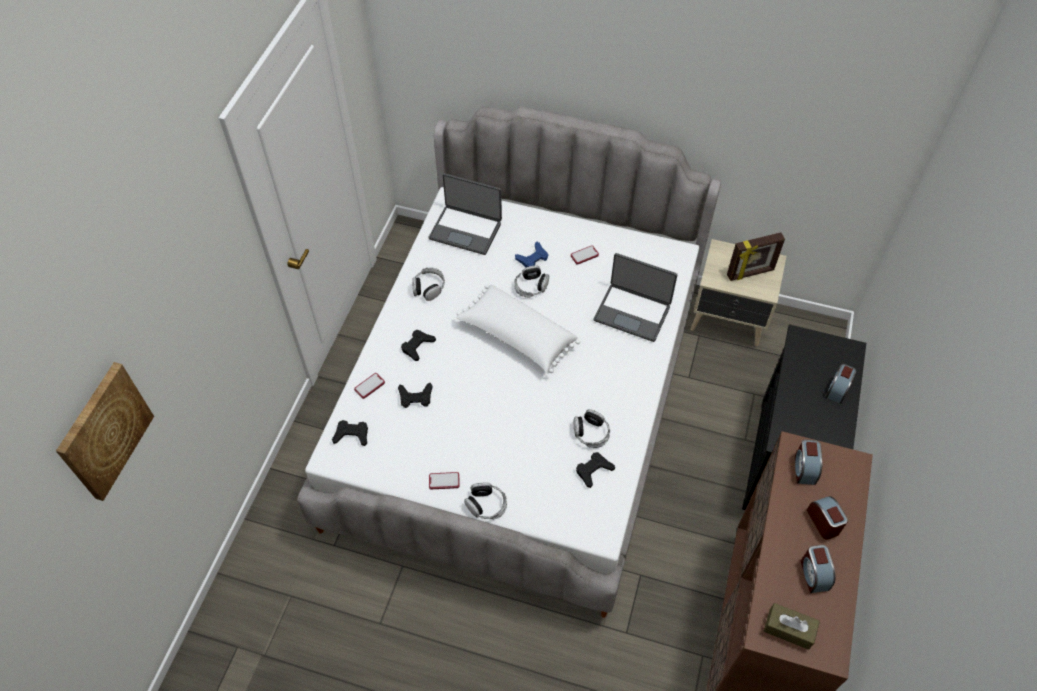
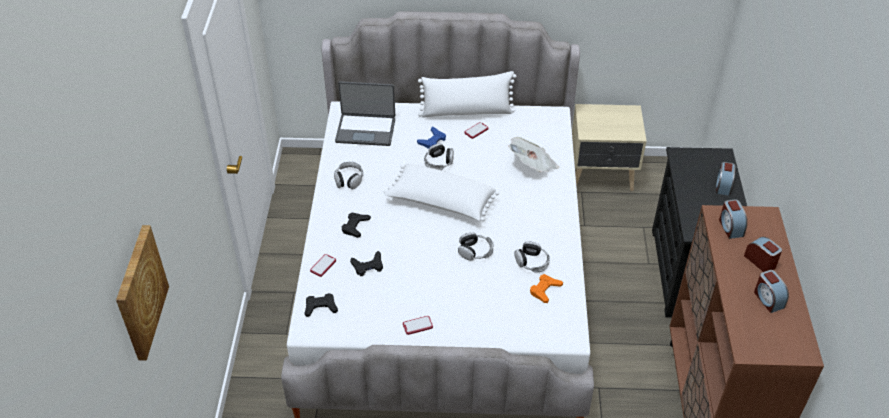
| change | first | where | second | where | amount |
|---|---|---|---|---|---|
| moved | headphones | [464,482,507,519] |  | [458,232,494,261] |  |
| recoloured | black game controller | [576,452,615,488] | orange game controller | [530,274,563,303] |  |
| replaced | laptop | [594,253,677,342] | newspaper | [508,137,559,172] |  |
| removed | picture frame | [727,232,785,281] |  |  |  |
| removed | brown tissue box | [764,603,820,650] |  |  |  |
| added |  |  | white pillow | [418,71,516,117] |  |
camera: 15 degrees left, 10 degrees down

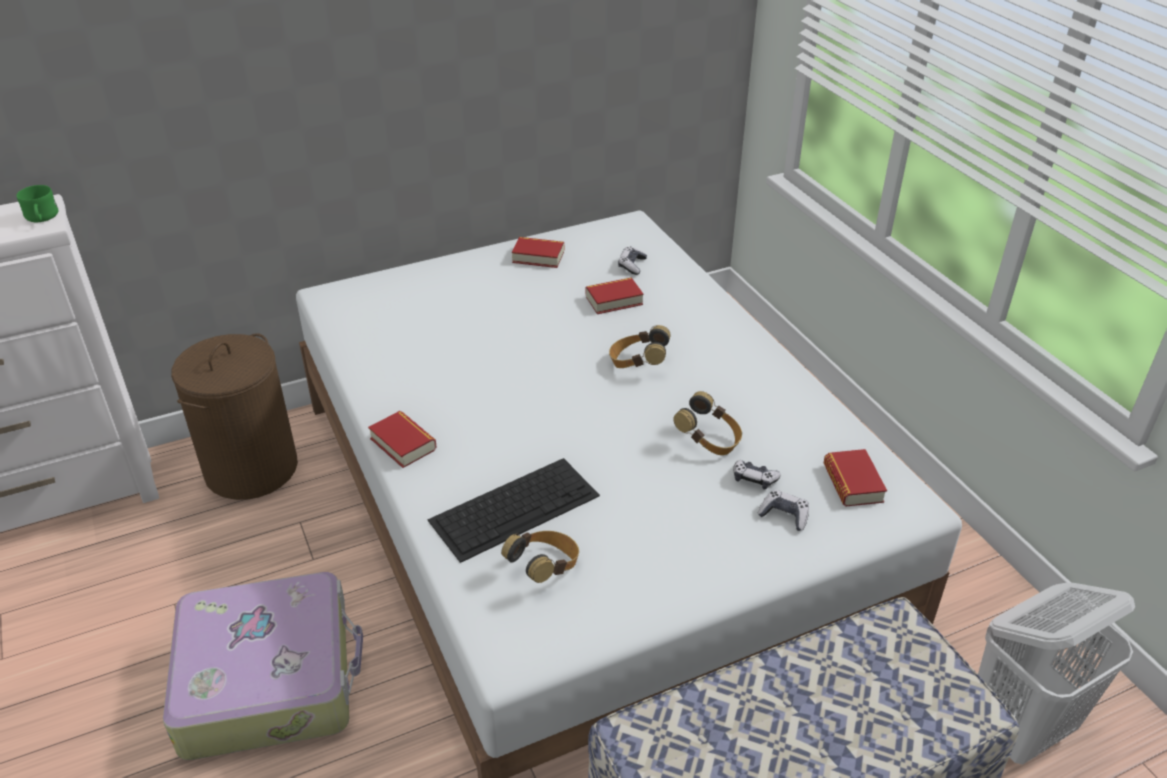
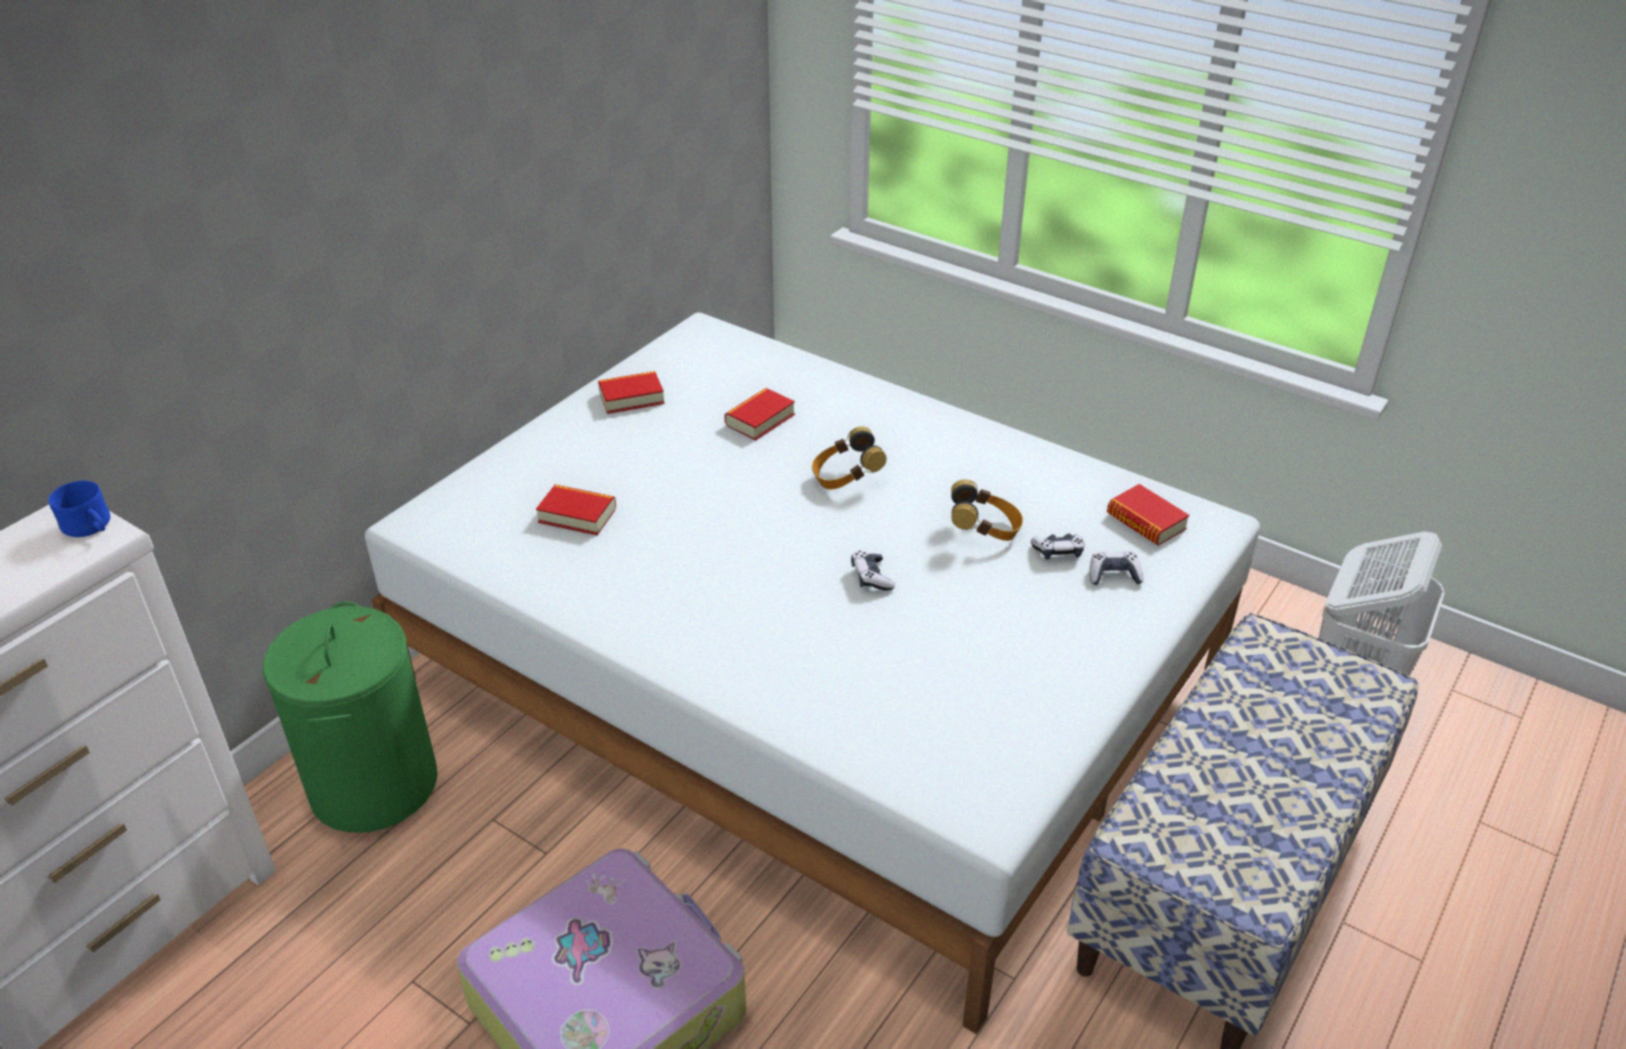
| change | first | where | second | where | amount |
|---|---|---|---|---|---|
| recoloured | green mug | [17,185,58,222] | blue mug | [48,481,110,537] |  |
| recoloured | brown laundry basket | [171,333,298,500] | green laundry basket | [262,601,438,833] |  |
| moved | book | [368,411,437,468] |  | [536,484,616,535] |  |
| removed | keyboard | [428,458,600,563] |  |  |  |
| removed | headphones | [501,531,579,583] |  |  |  |
| moved | game controller | [618,247,647,275] |  | [851,551,895,591] |  |
camera: 30 degrees left, 0 degrees up

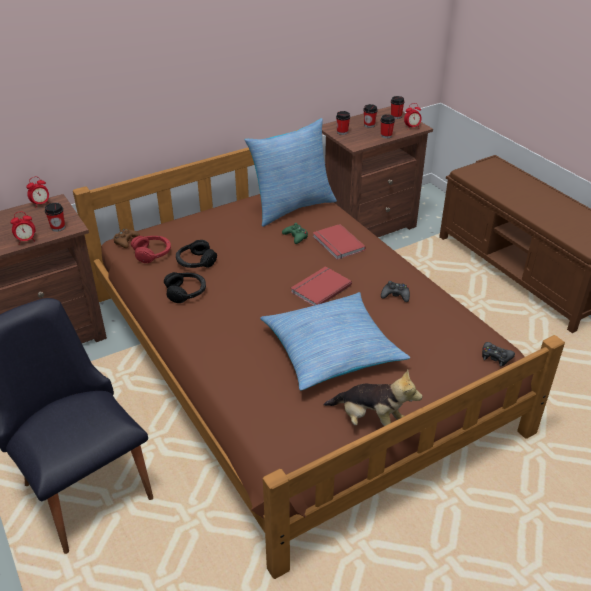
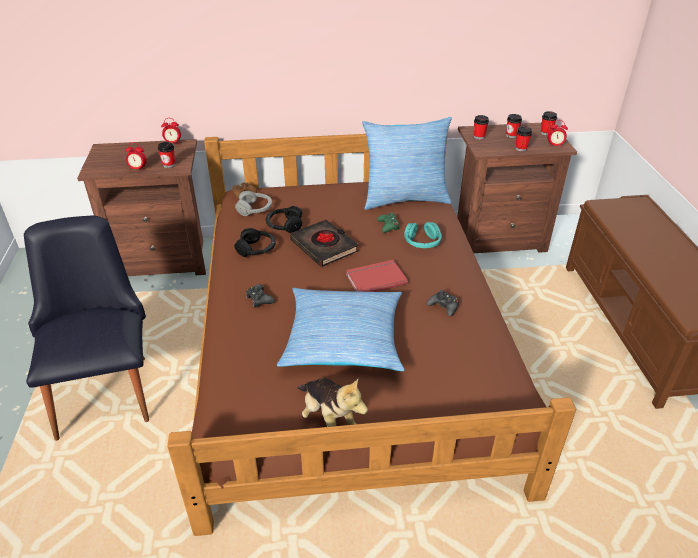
| change | first | where | second | where | amount |
|---|---|---|---|---|---|
| recoloured | red headphones | [131,236,171,263] | grey headphones | [235,191,272,216] |  |
| replaced | red book | [313,224,366,260] | turquoise headphones | [404,222,442,248] |  |
| moved | black game controller | [482,342,515,367] |  | [246,284,275,307] |  |
| added |  |  | black book | [290,220,358,267] |  |
camera: 25 degrees right, 0 degrees up

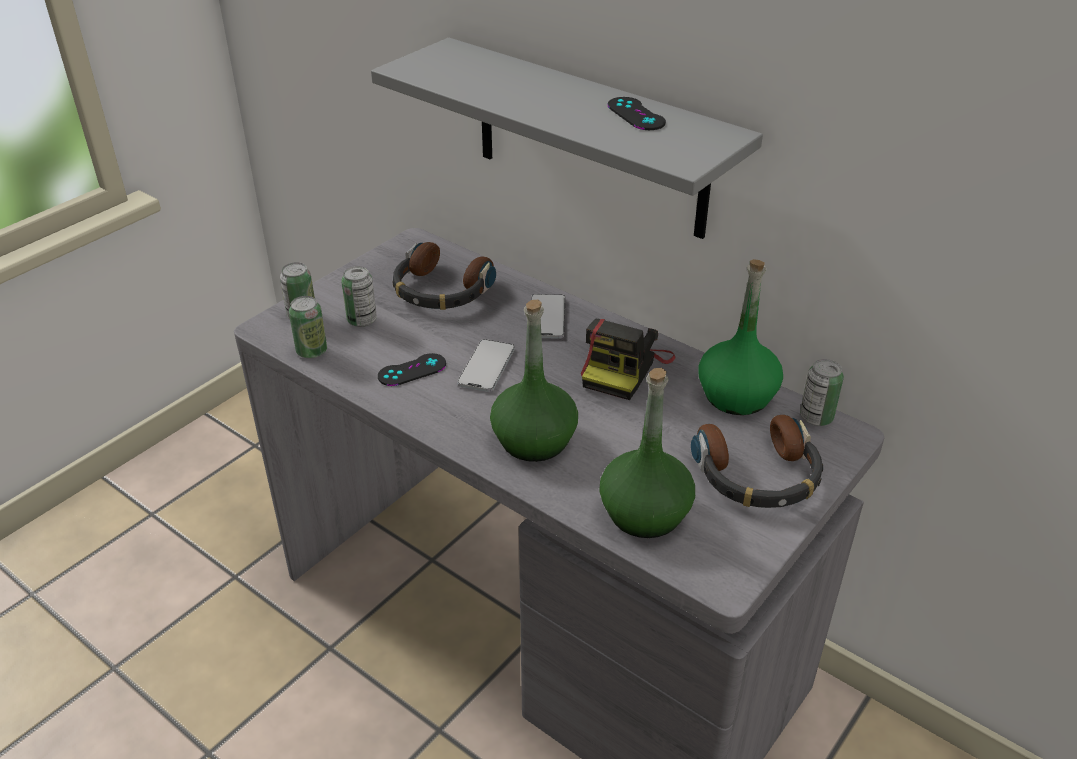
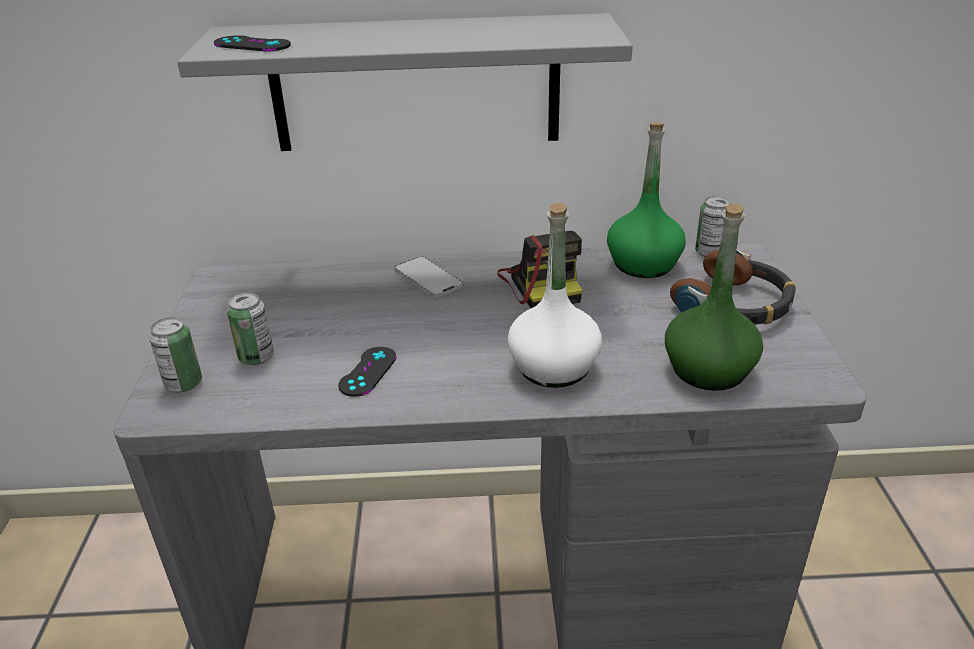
| change | first | where | second | where | amount |
|---|---|---|---|---|---|
| removed | can | [289,296,327,359] |  |  |  |
| removed | headphones | [392,242,496,310] |  |  |  |
| removed | phone | [457,339,515,392] |  |  |  |
| recoloured | green bottle | [490,300,578,462] | white bottle | [507,203,602,388] |  |
| moved | black game controller | [608,97,666,130] |  | [214,35,291,51] |  |
camera: 40 degrees left, 5 degrees down

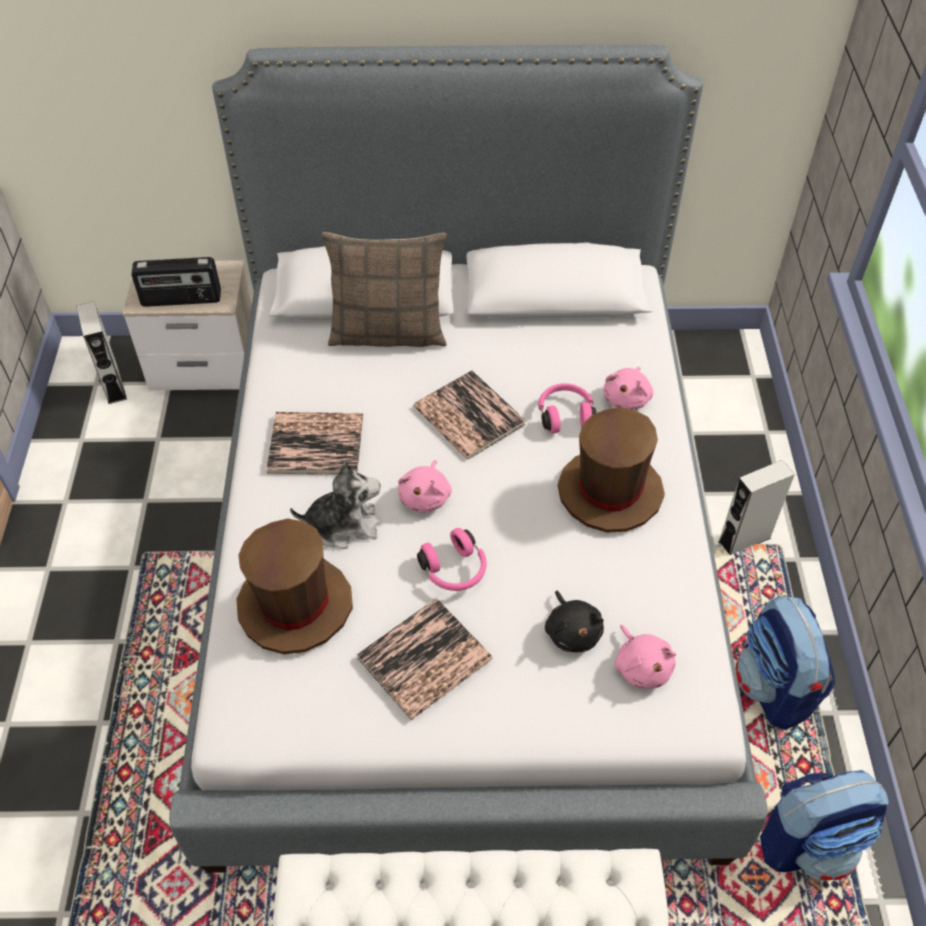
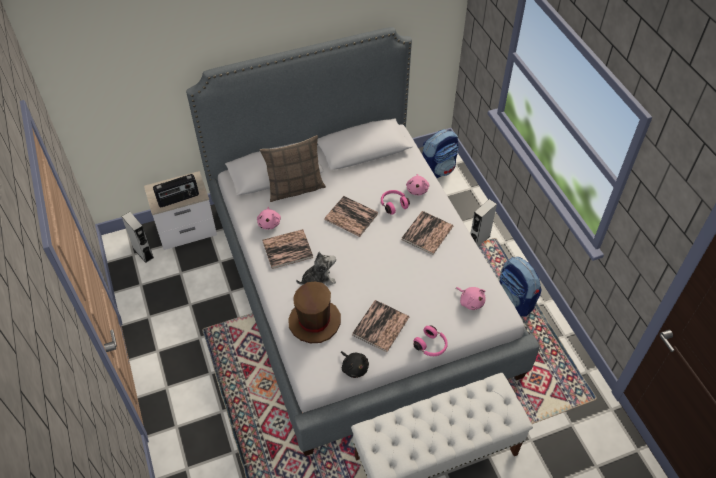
| change | first | where | second | where | amount |
|---|---|---|---|---|---|
| moved | pink plush toy | [398,460,452,512] |  | [257,207,281,230] |  |
| moved | pink headphones | [417,528,487,591] |  | [413,325,448,356] |  |
| moved | black plush toy | [545,590,604,652] |  | [341,351,369,378] |  |
| replaced | brown hat | [557,407,665,532] | book | [401,211,453,255] |  |
| moved | backpack | [760,770,889,881] |  | [422,129,459,178] |  |
camera: 20 degrees left, 0 degrees up

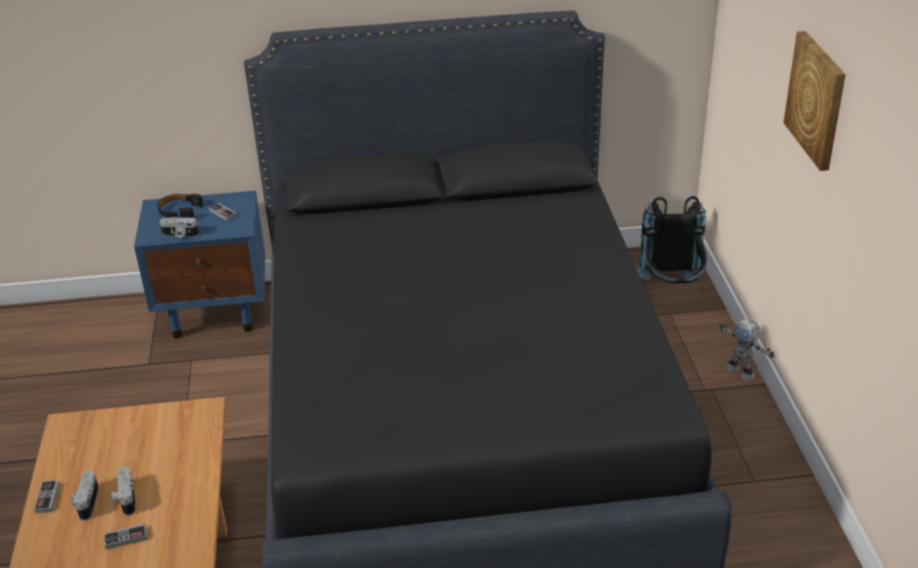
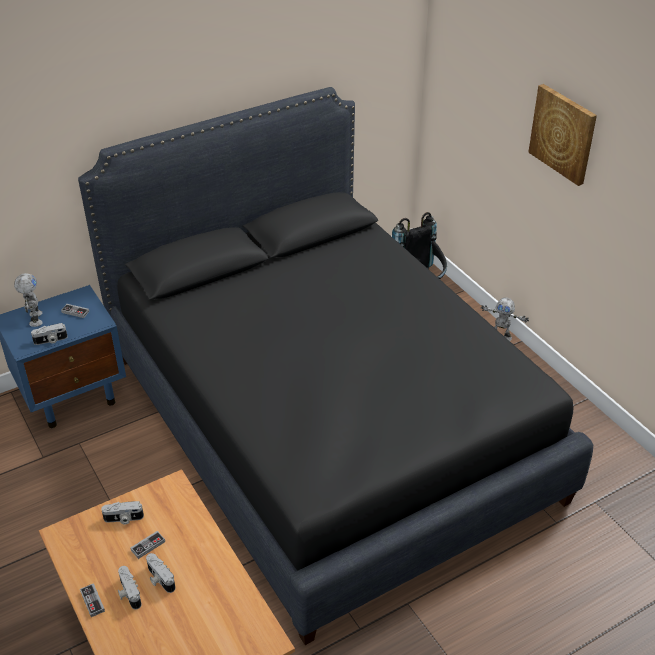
| change | first | where | second | where | amount |
|---|---|---|---|---|---|
| moved | game controller | [104,524,147,550] |  | [130,531,165,559] |  |
| replaced | black headphones | [158,194,203,218] | toy robot | [14,273,43,327] |  |
| added |  |  | photo camera | [101,501,144,525] |  |
camera: 25 degrees left, 5 degrees up

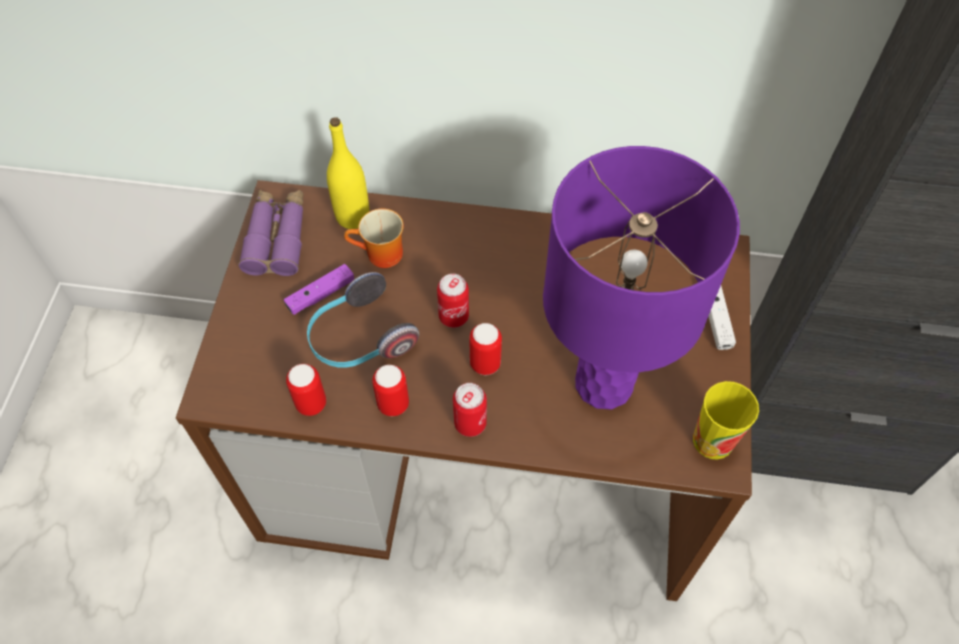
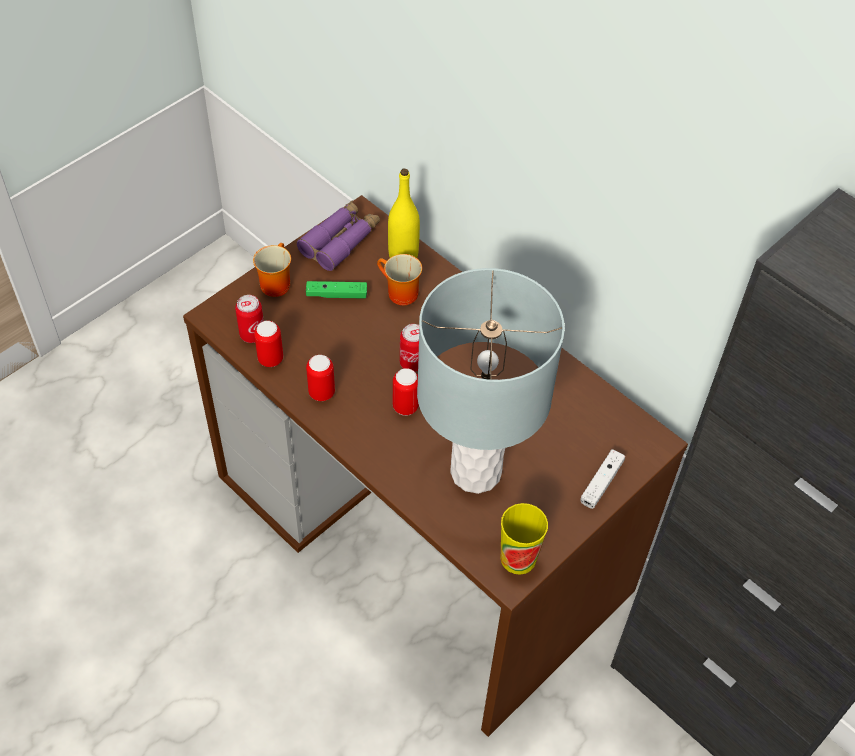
| change | first | where | second | where | amount |
|---|---|---|---|---|---|
| recoloured | purple game controller | [284,264,354,315] | green game controller | [306,281,367,299] |  |
| removed | headphones | [307,272,419,368] |  |  |  |
| moved | can | [453,383,487,437] |  | [235,295,264,343] |  |
| recoloured | purple table lamp | [543,146,740,410] | grey table lamp | [417,268,565,494] |  |
| added |  |  | mug | [253,243,291,297] |  |
camera: 35 degrees right, 5 degrees down

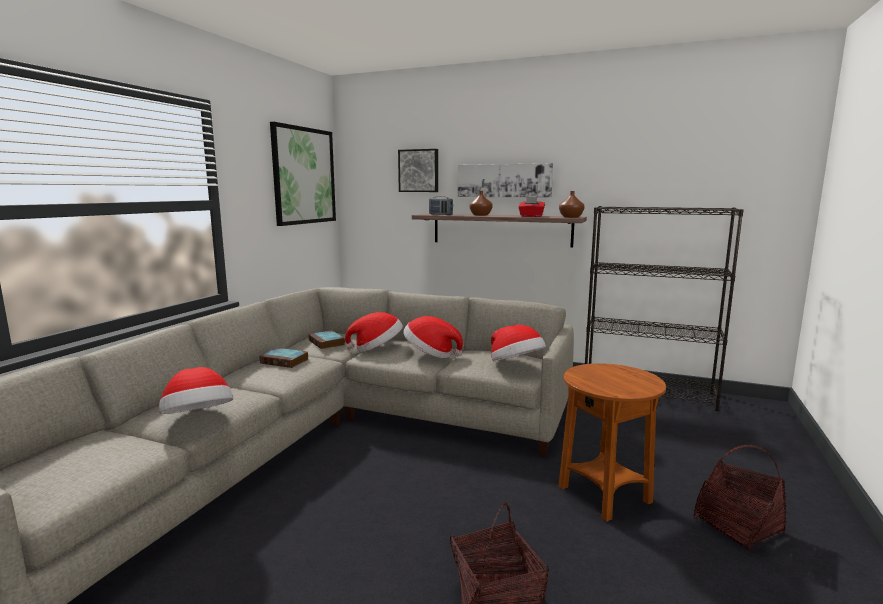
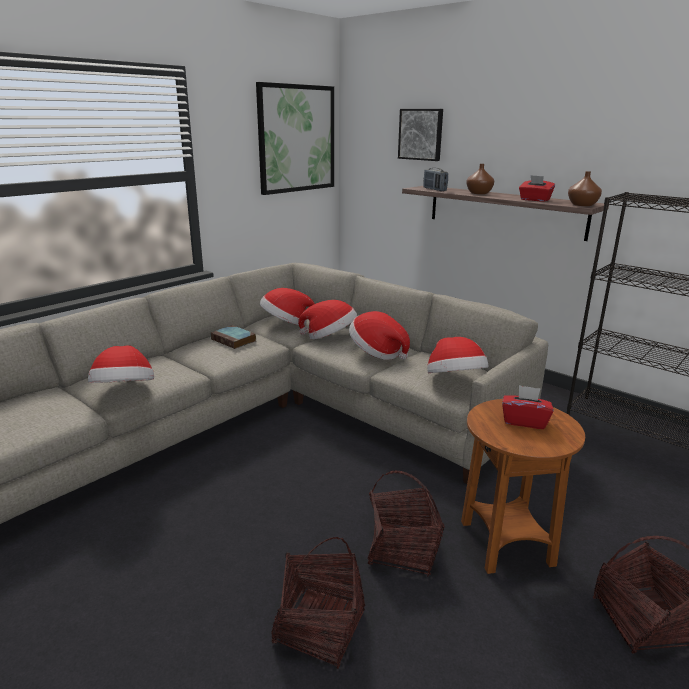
| change | first | where | second | where | amount |
|---|---|---|---|---|---|
| replaced | book | [308,331,345,349] | hat | [260,288,315,325] |  |
| removed | picture | [458,163,553,198] |  |  |  |
| added |  |  | basket | [367,471,445,576] |  |
| added |  |  | red tissue box | [502,385,553,429] |  |
camera: 20 degrees right, 10 degrees up

